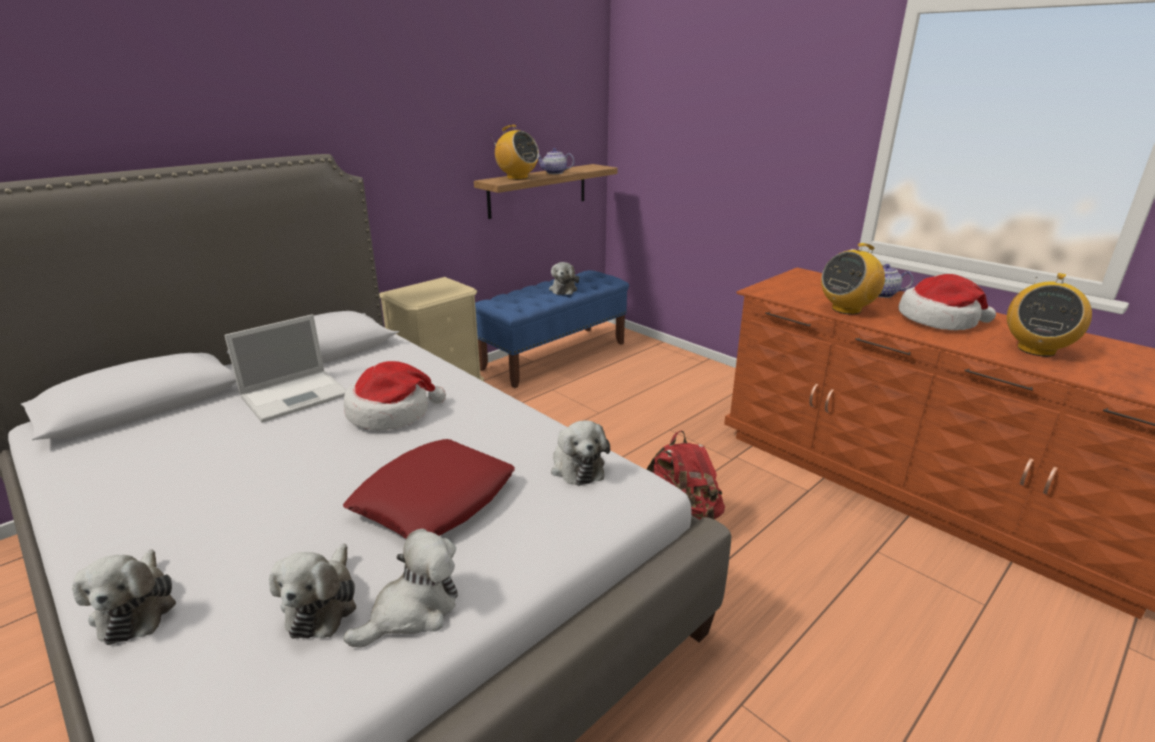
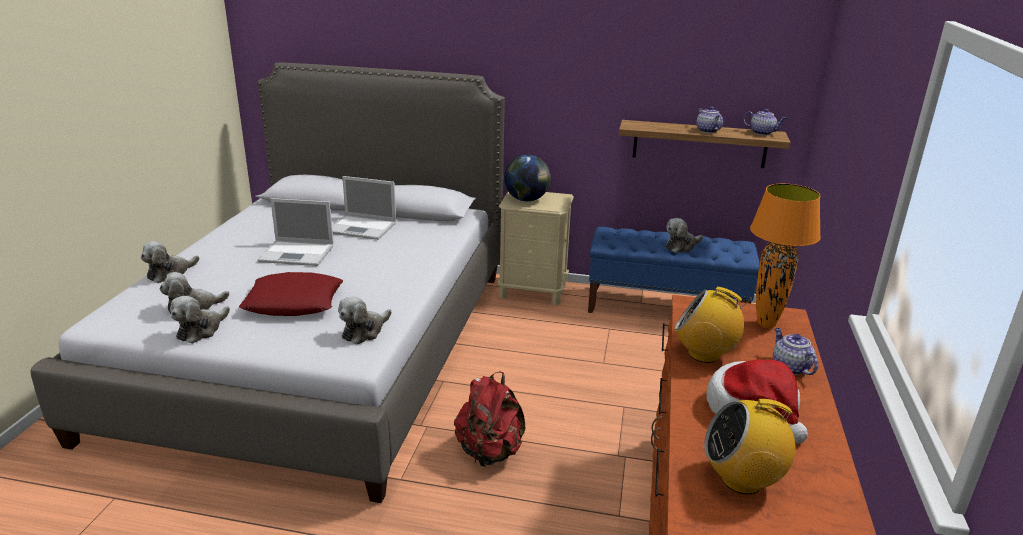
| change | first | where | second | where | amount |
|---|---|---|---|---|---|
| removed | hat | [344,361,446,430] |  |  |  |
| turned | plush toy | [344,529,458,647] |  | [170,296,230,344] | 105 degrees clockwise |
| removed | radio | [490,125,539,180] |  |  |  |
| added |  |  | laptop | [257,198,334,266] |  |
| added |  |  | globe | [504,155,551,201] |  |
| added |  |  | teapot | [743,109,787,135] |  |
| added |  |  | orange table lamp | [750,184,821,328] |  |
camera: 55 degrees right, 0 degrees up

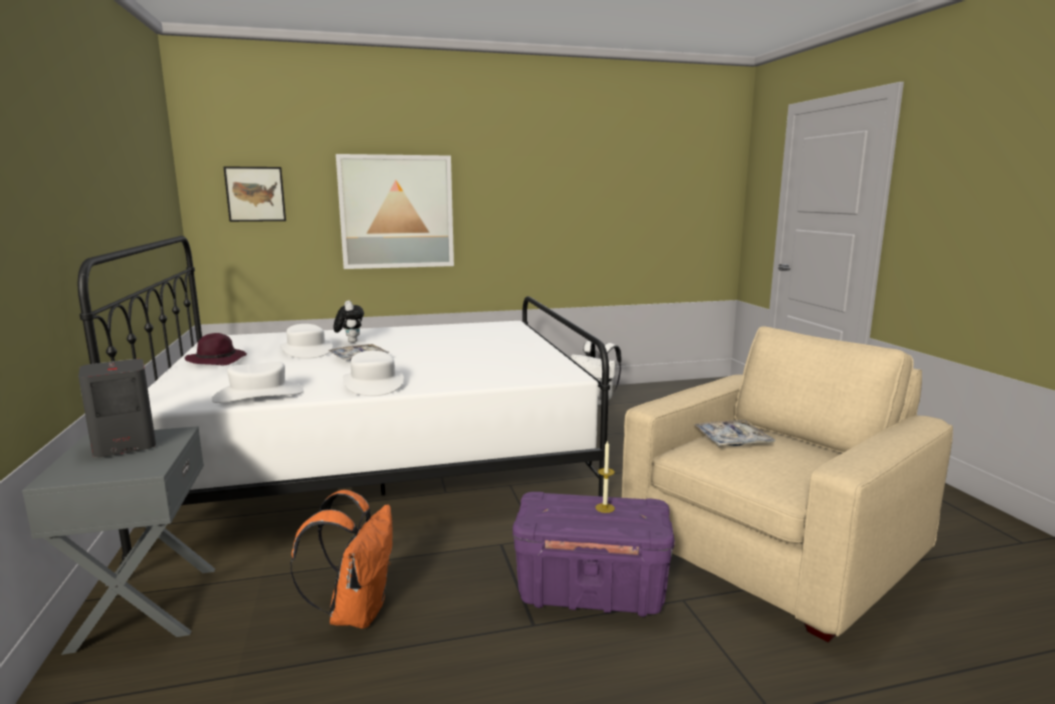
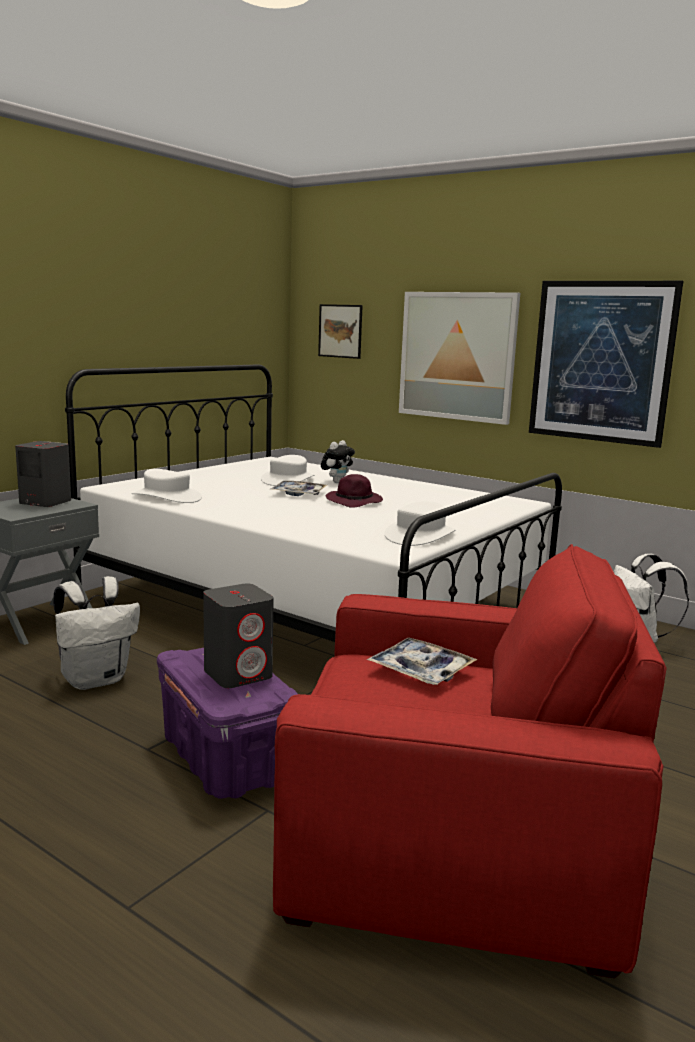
| change | first | where | second | where | amount |
|---|---|---|---|---|---|
| moved | purple hat | [185,333,247,366] |  | [325,474,383,508] |  |
| recoloured | orange backpack | [290,490,393,629] | white backpack | [54,576,140,690] |  |
| moved | white hat | [343,351,404,396] |  | [384,501,456,546] |  |
| replaced | candle | [595,441,615,513] | grey speaker | [203,583,274,688] |  |
| recoloured | beige armchair | [622,326,953,642] | red armchair | [273,544,667,978] |  |
| added |  |  | picture | [529,281,683,448] |  |
camera: 50 degrees right, 0 degrees up

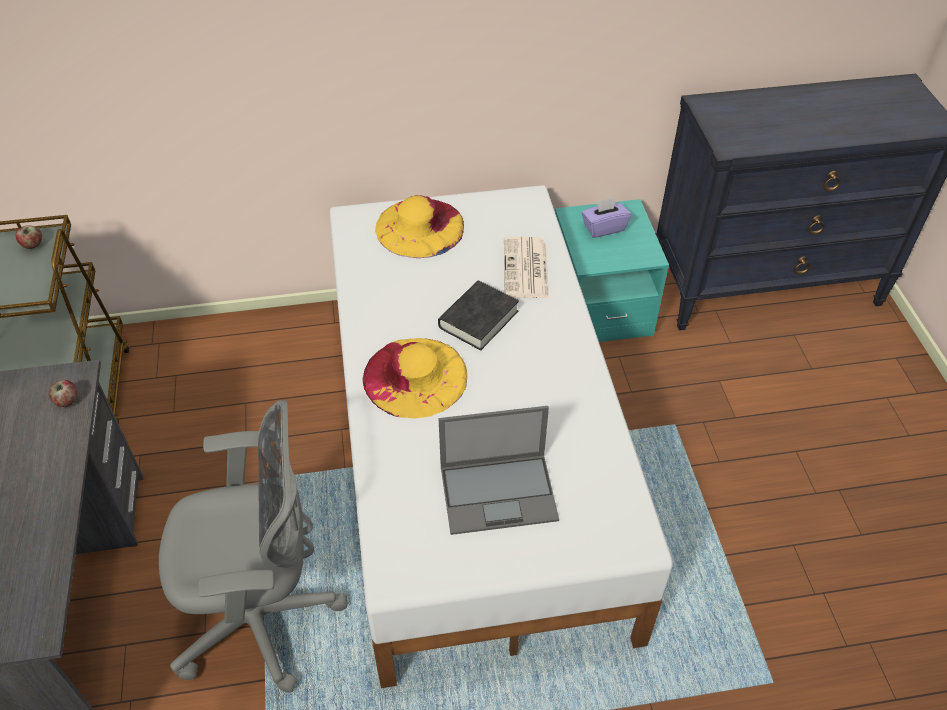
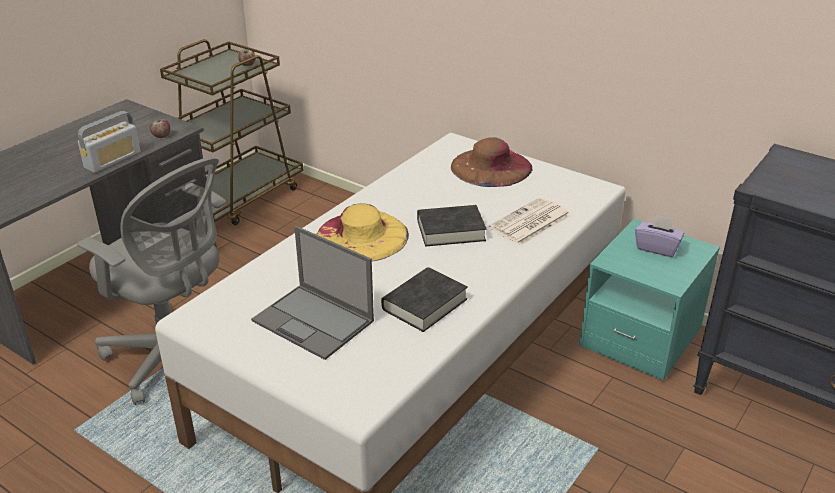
| change | first | where | second | where | amount |
|---|---|---|---|---|---|
| recoloured | yellow hat | [375,195,464,258] | brown hat | [451,137,532,187] |  |
| added |  |  | radio | [78,111,141,173] |  |
| added |  |  | black book | [381,267,468,332] |  |
camera: 45 degrees right, 15 degrees down

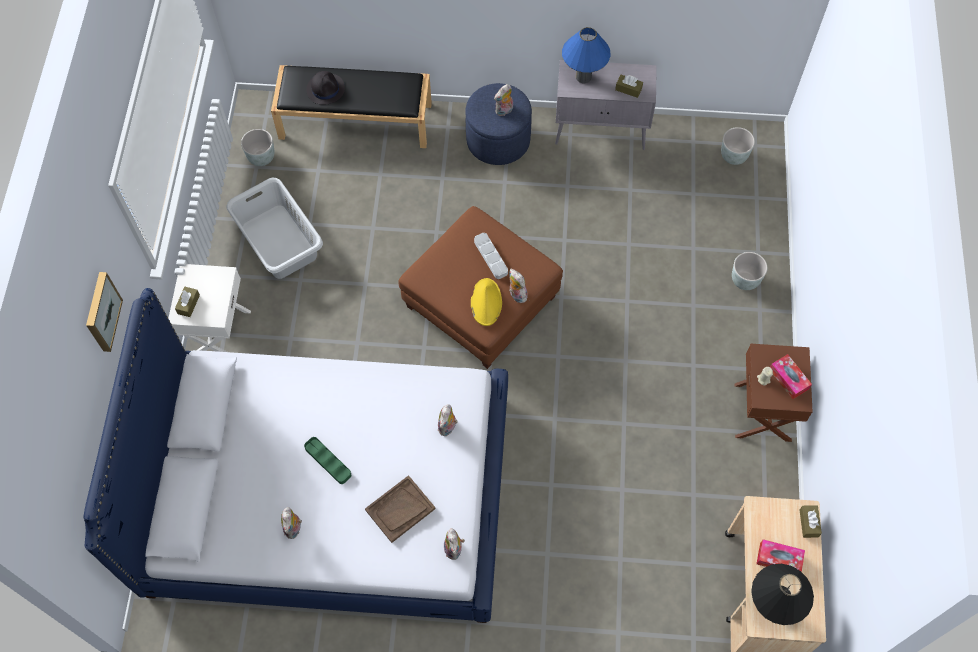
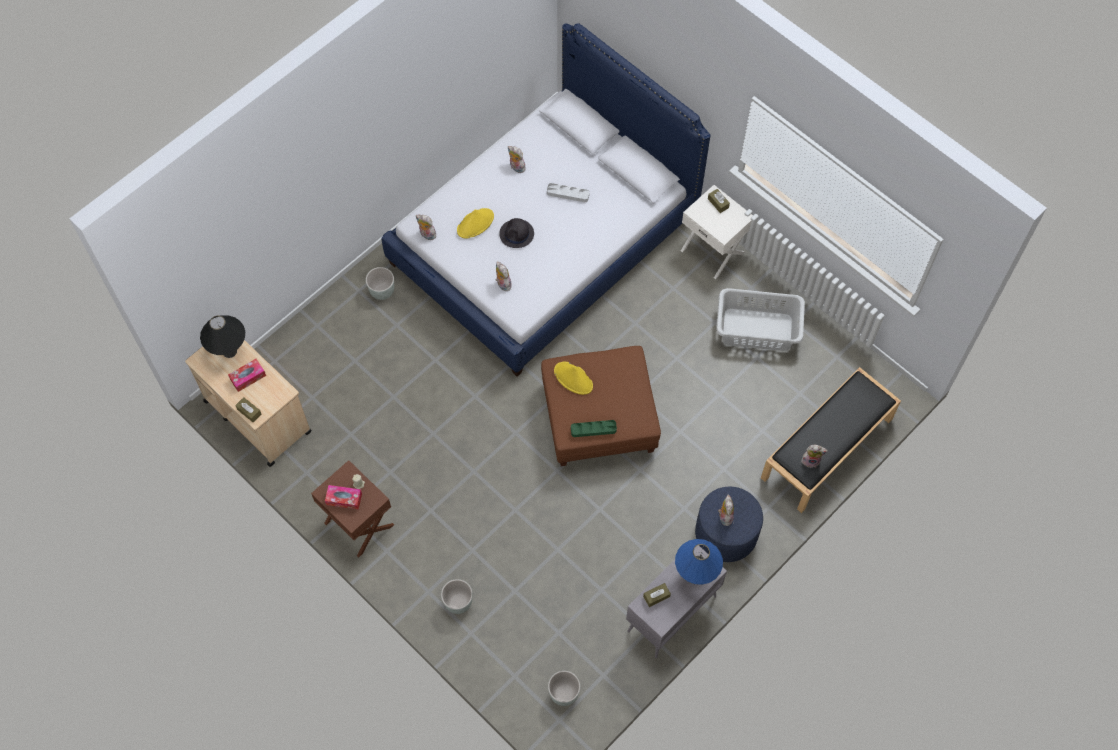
| change | first | where | second | where | amount |
|---|---|---|---|---|---|
| removed | picture | [86,272,123,352] |  |  |  |
| moved | grey planter | [241,129,275,166] |  | [366,267,394,300] |  |
| moved | green tray | [304,437,351,484] |  | [571,420,617,437] |  |
| moved | black hat | [306,71,345,105] |  | [499,218,534,248] |  |
| replaced | brown tray | [365,475,435,543] | yellow hat | [457,208,494,239] |  |
| moved | grey tray | [474,233,508,279] |  | [547,183,590,202] |  |
| moved | plush toy | [509,269,528,303] |  | [801,445,828,468] |  |
camera: 130 degrees right, 0 degrees up

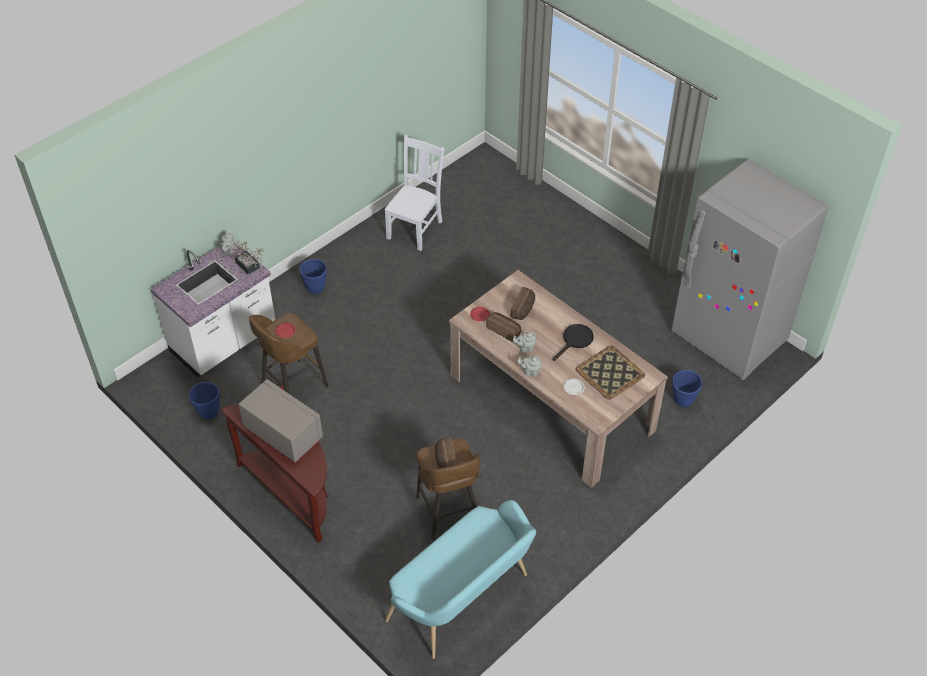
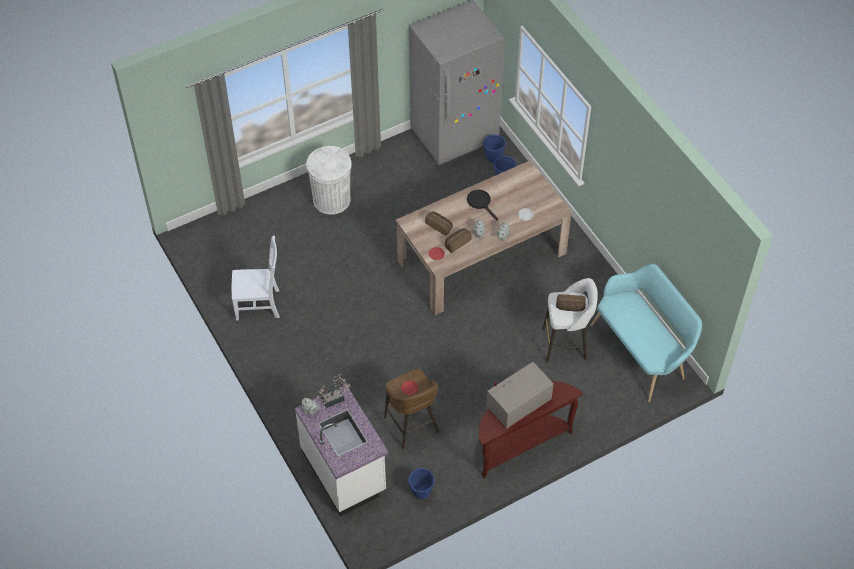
| change | first | where | second | where | amount |
|---|---|---|---|---|---|
| moved | blue planter | [299,259,327,294] |  | [483,135,506,163] |  |
| turned | white chair | [384,135,445,251] |  | [232,235,280,320] | 135 degrees clockwise |
| recoloured | brown stool | [416,439,480,539] | white stool | [542,278,598,362] |  |
| removed | tray | [576,345,645,400] |  |  |  |
| added |  |  | white trash can | [306,146,352,215] |  |
camera: 75 degrees left, 5 degrees up

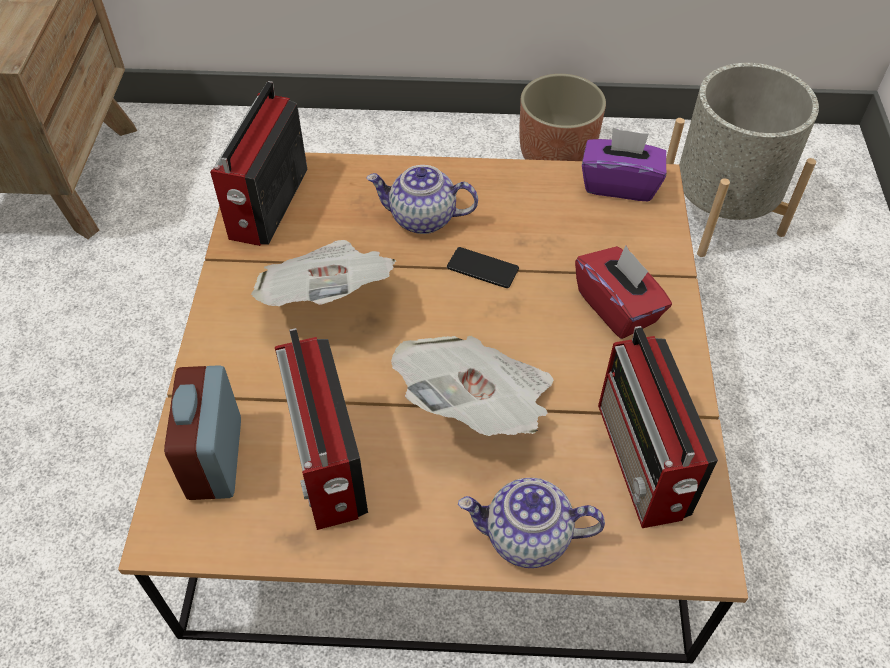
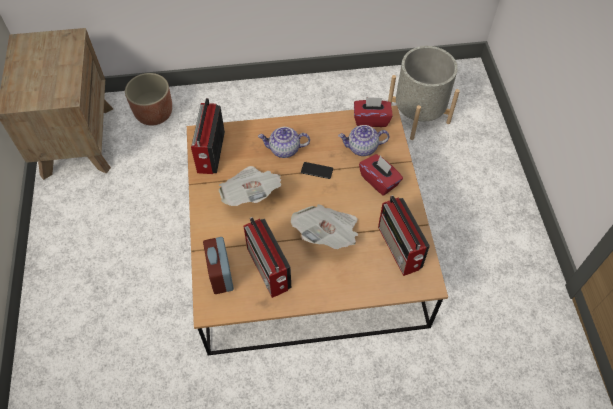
| change | first | where | second | where | amount |
|---|---|---|---|---|---|
| moved | teapot | [458,478,605,568] |  | [338,125,389,156] |  |
| moved | planter | [519,74,606,161] |  | [125,73,172,126] |  |
| recoloured | purple tissue box | [582,128,666,201] | red tissue box | [354,97,393,127] |  |
camera: 10 degrees left, 5 degrees up

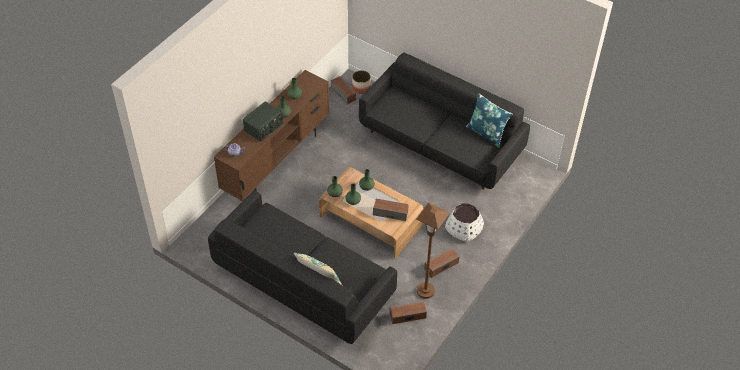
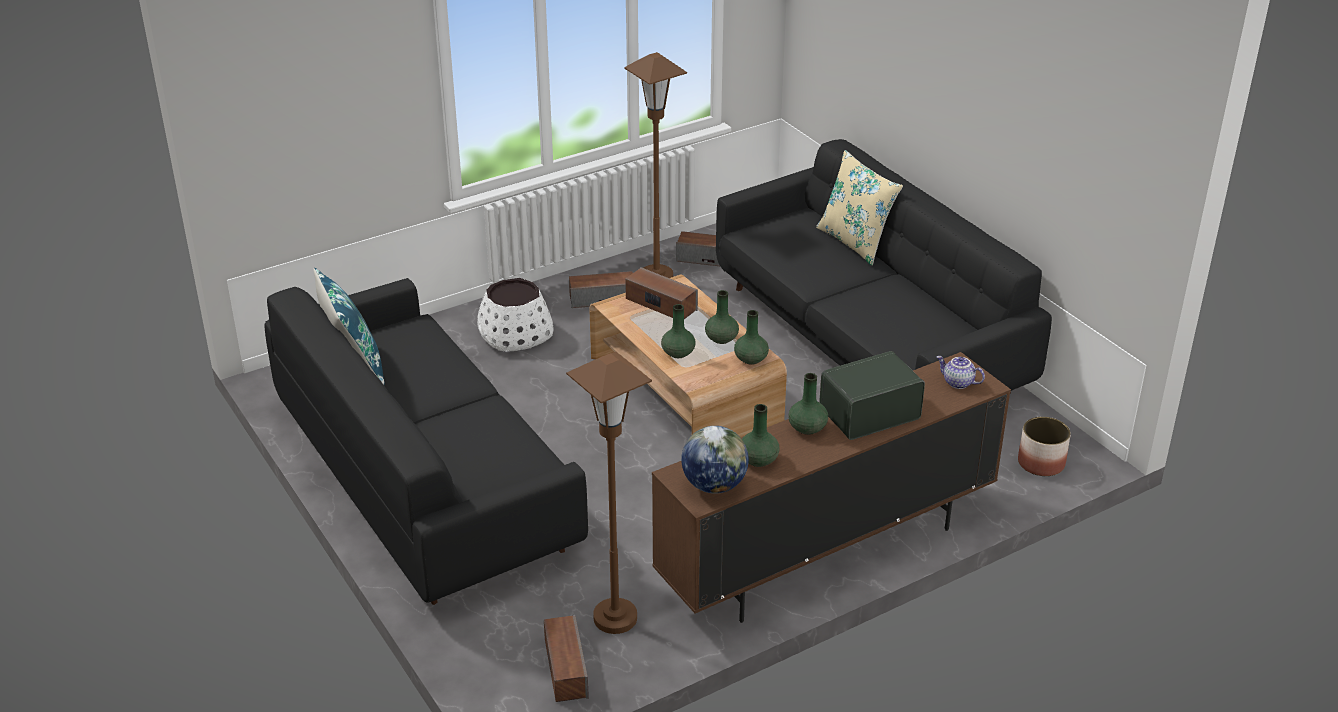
| change | first | where | second | where | amount |
|---|---|---|---|---|---|
| moved | planter | [352,70,371,94] |  | [1018,417,1071,476] |  |
| added |  |  | brown floor lamp | [566,352,652,634] |  |
| added |  |  | globe | [681,426,749,494] |  |
camera: 155 degrees left, 15 degrees down

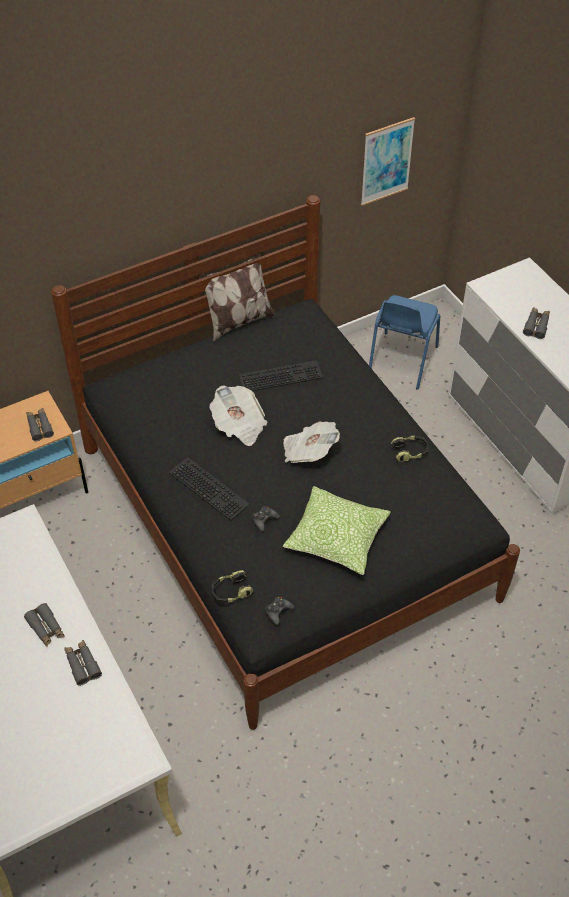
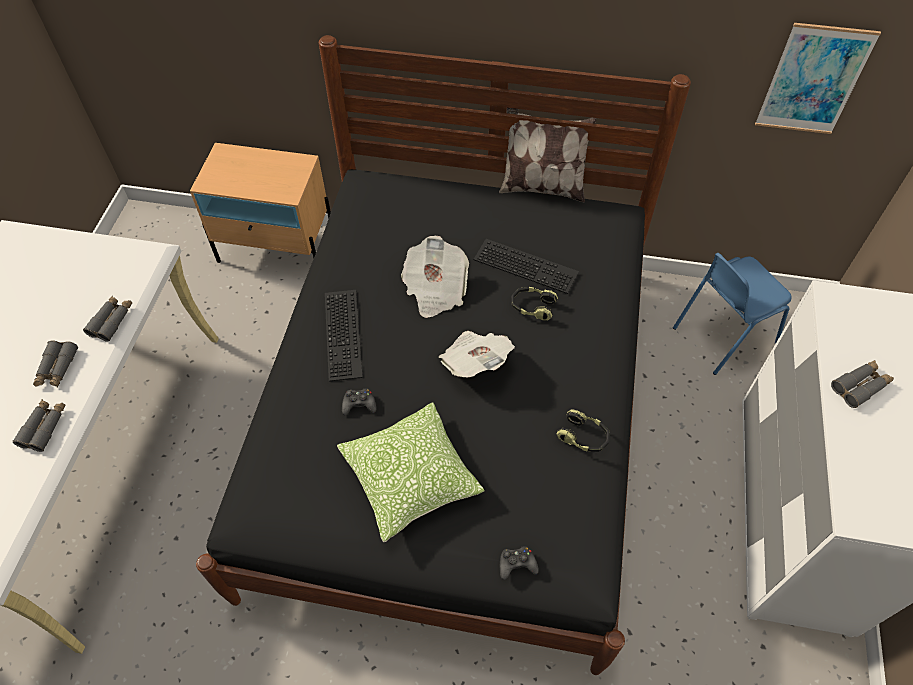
| change | first | where | second | where | amount |
|---|---|---|---|---|---|
| moved | grey binoculars | [26,408,54,441] |  | [83,296,132,342] |  |
| moved | headphones | [212,570,253,603] |  | [511,287,558,320] |  |
| moved | black game controller | [265,597,295,625] |  | [500,546,539,580] |  |
camera: 40 degrees right, 5 degrees up

